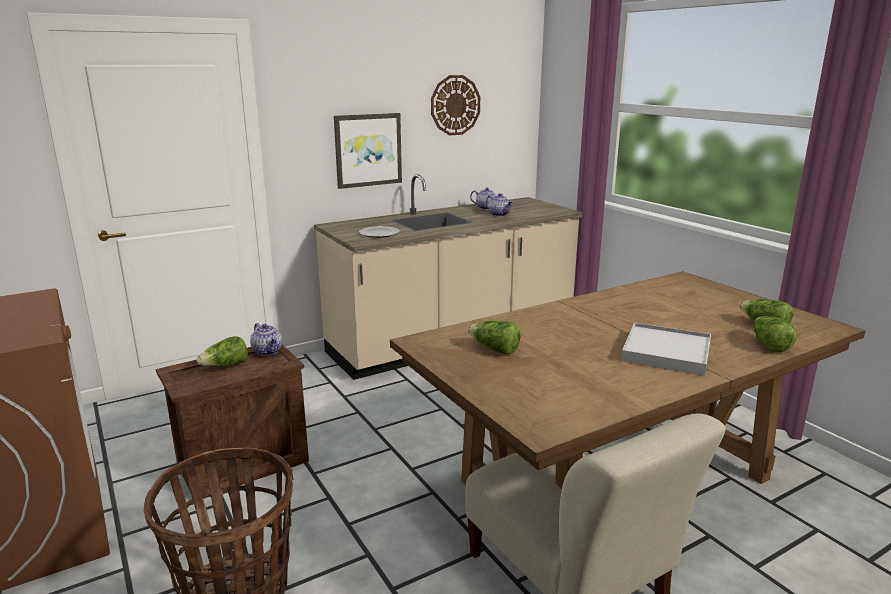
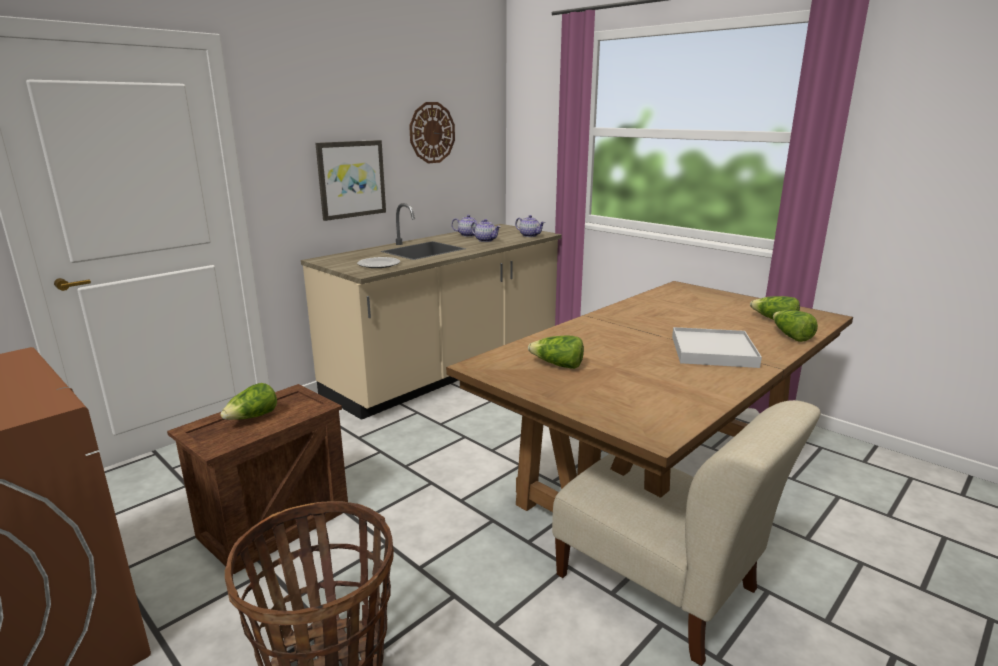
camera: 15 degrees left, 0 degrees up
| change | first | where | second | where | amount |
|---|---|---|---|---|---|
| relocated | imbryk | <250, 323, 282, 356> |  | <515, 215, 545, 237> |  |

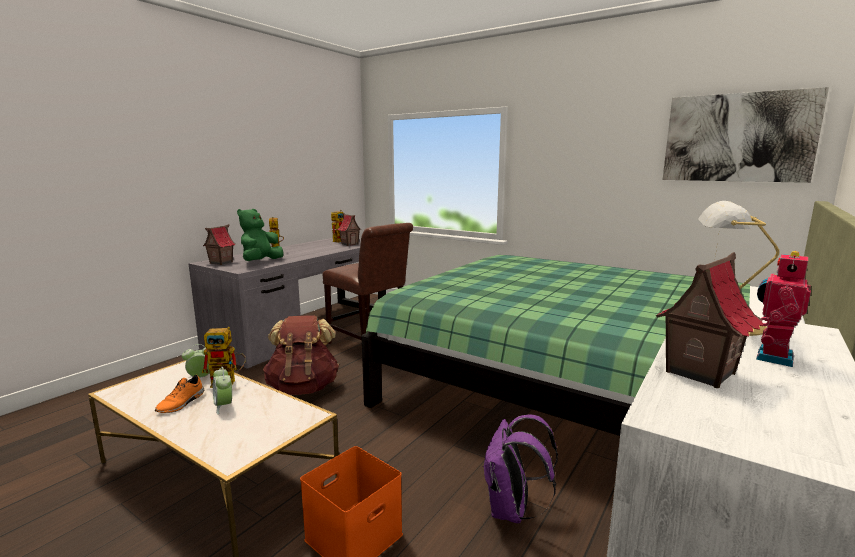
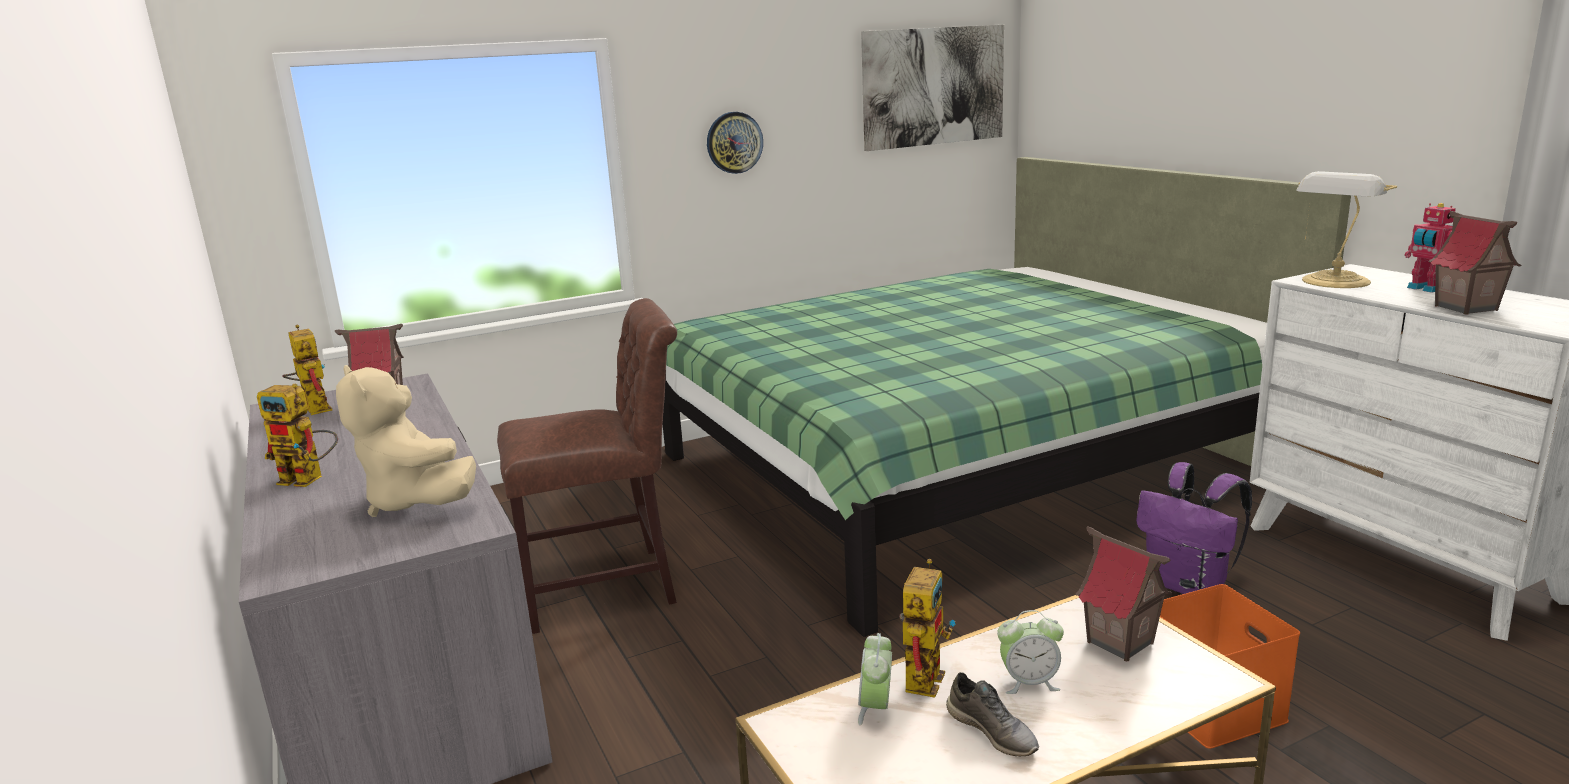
camera: 60 degrees left, 5 degrees up
| change | first | where | second | where | amount |
|---|---|---|---|---|---|
| colour | pluszak/zielony | <237, 209, 284, 261> | pluszak/beżowy | <336, 365, 476, 517> |  |
| appeared |  |  | zegar ścienny | <707, 112, 763, 174> |  |
| colour | but/pomarańczowy | <155, 375, 204, 413> | but/szary | <946, 672, 1039, 756> |  |
| relocated | domek | <203, 224, 236, 265> |  | <1075, 526, 1172, 661> |  |
| missing | plecak/brązowy | <263, 315, 339, 395> |  |  |  |

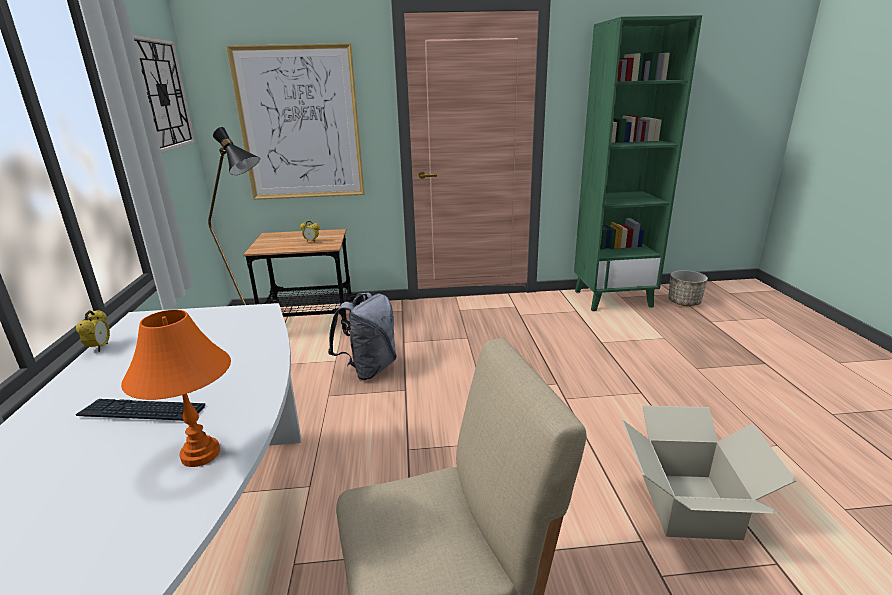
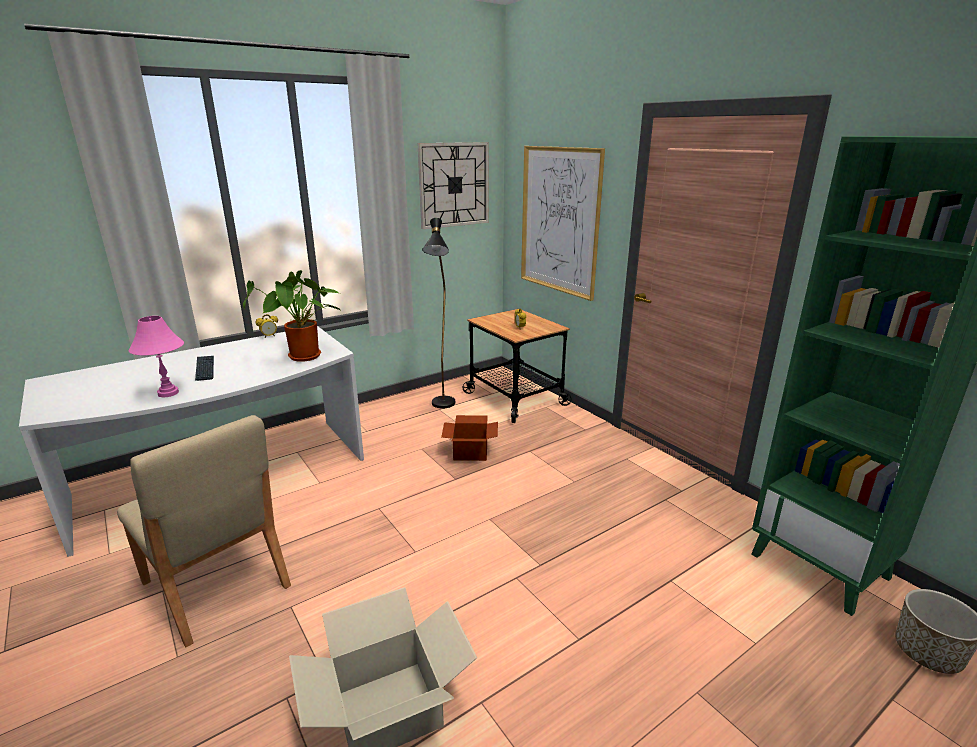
camera: 60 degrees right, 0 degrees up
| change | first | where | second | where | amount |
|---|---|---|---|---|---|
| colour | lampa stołowa/pomarańczowy | <121, 310, 231, 467> | lampa stołowa/różowy | <129, 316, 184, 397> |  |
| appeared |  |  | roślina doniczkowa | <243, 270, 340, 362> |  |
| exchanged | plecak/szary | <328, 292, 397, 380> | karton | <441, 415, 498, 461> |  |

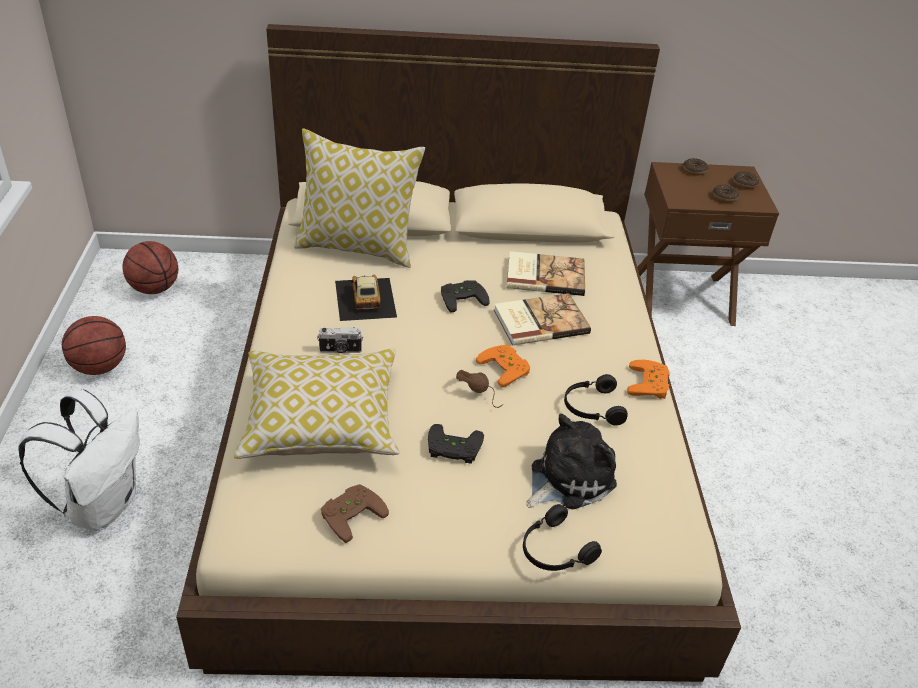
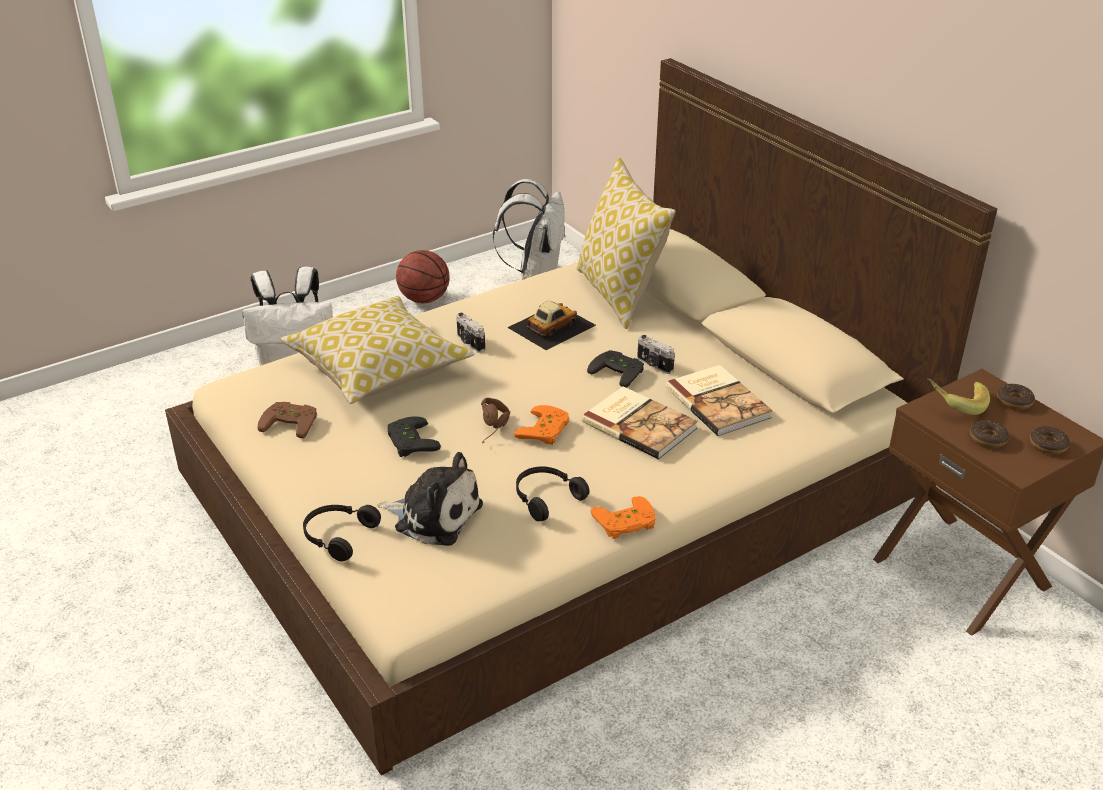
camera: 60 degrees right, 5 degrees down
| change | first | where | second | where | amount |
|---|---|---|---|---|---|
| exchanged | piłka do koszykówki | <122, 241, 178, 294> | plecak/biały | <493, 179, 566, 280> |  |
| appeared |  |  | aparat fotograficzny | <637, 335, 675, 374> |  |
| appeared |  |  | banan | <928, 378, 990, 415> |  |

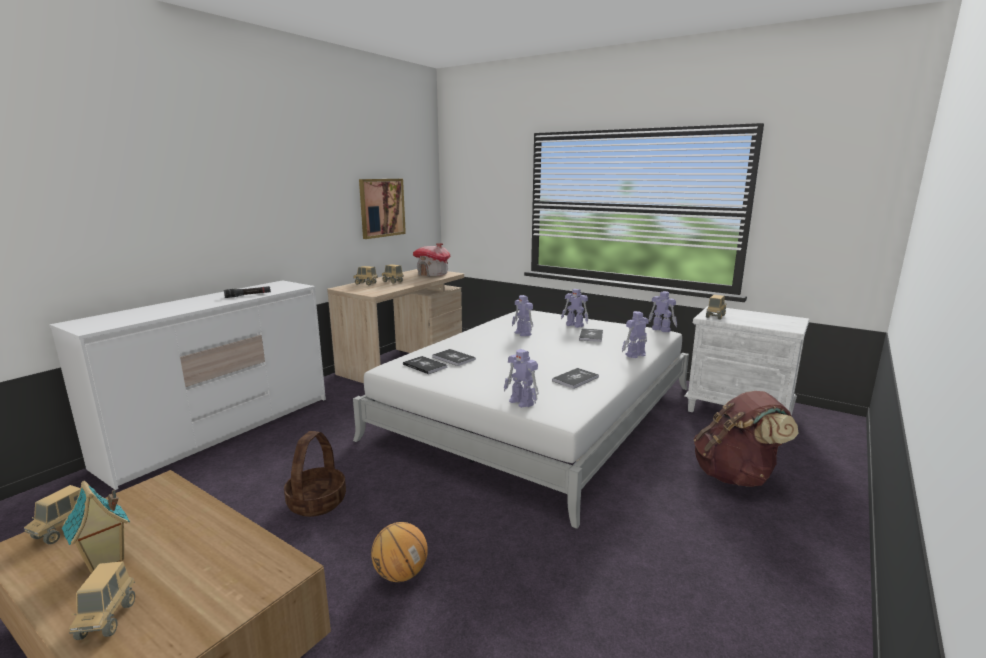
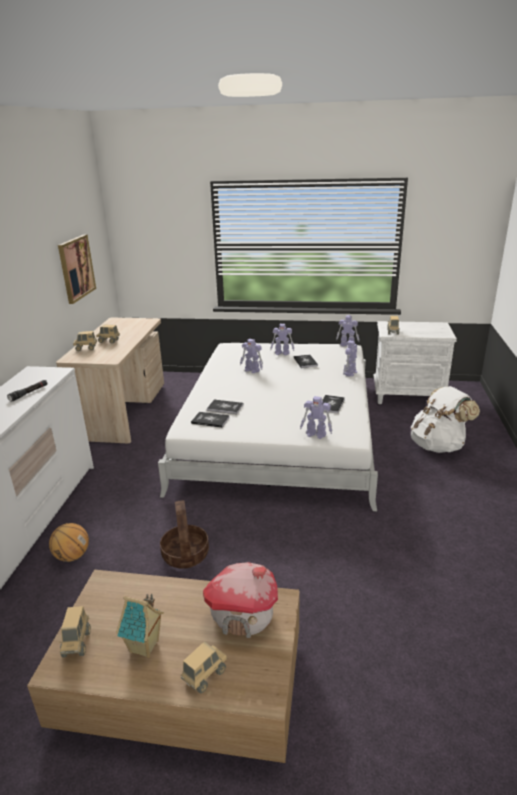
camera: 25 degrees left, 10 degrees up
| change | first | where | second | where | amount |
|---|---|---|---|---|---|
| relocated | piłka do koszykówki | <371, 522, 428, 582> |  | <49, 523, 89, 562> |  |
| spun | ciężarówka zabawkowa | <69, 561, 135, 640> |  | <181, 641, 227, 693> | 105 degrees counterclockwise |
| relocated | domek | <413, 243, 450, 277> |  | <203, 562, 278, 638> |  |
| colour | plecak/brązowy | <694, 391, 799, 487> | plecak/biały | <411, 386, 480, 453> |  |

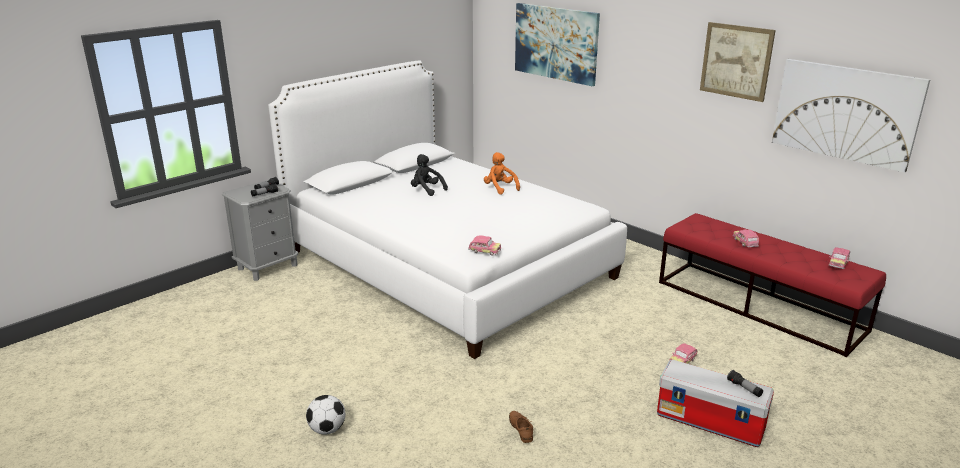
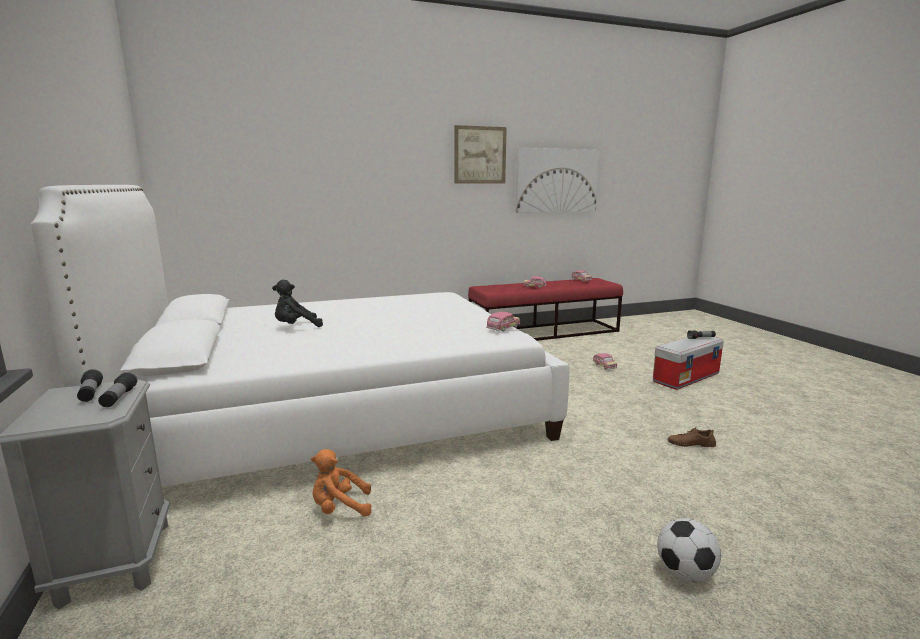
camera: 65 degrees left, 10 degrees down
| change | first | where | second | where | amount |
|---|---|---|---|---|---|
| relocated | pluszak/pomarańczowy | <484, 152, 520, 195> |  | <311, 449, 371, 517> |  |
| missing | obraz | <515, 3, 600, 86> |  |  |  |

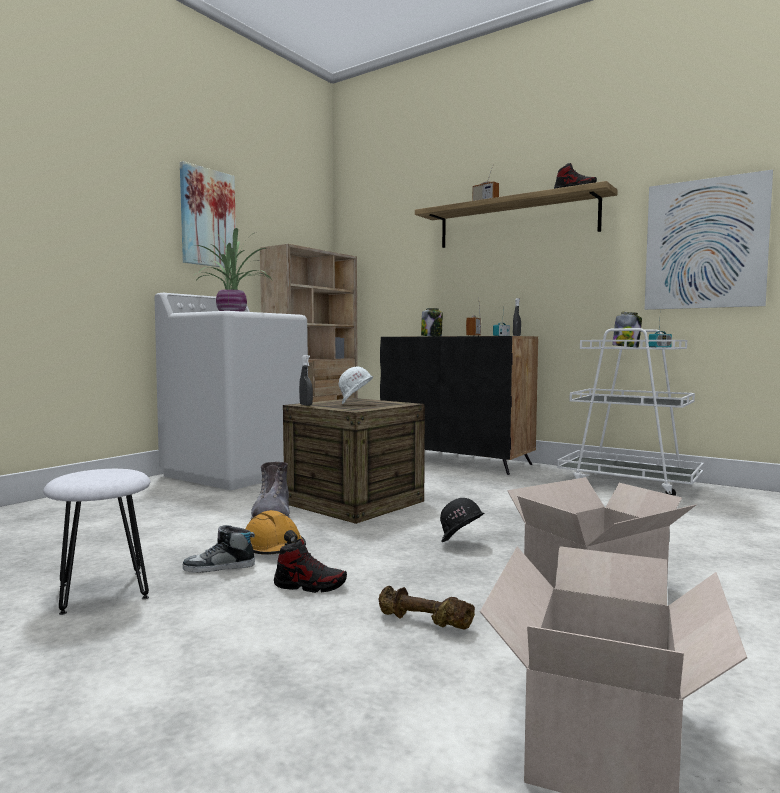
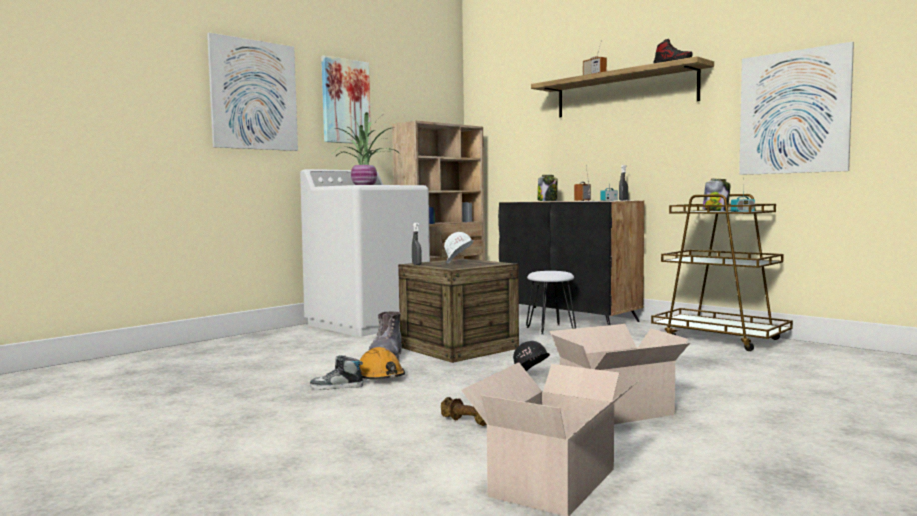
camera: 10 degrees right, 0 degrees up
| change | first | where | second | where | amount |
|---|---|---|---|---|---|
| appeared |  |  | obraz | <207, 33, 298, 151> |  |
| relocated | stołek/biały | <43, 469, 151, 615> |  | <526, 271, 576, 335> |  |
| colour | wózek/biały | <557, 328, 704, 496> | wózek/brązowy | <651, 194, 793, 351> |  |
| missing | but | <274, 539, 347, 593> |  |  |  |

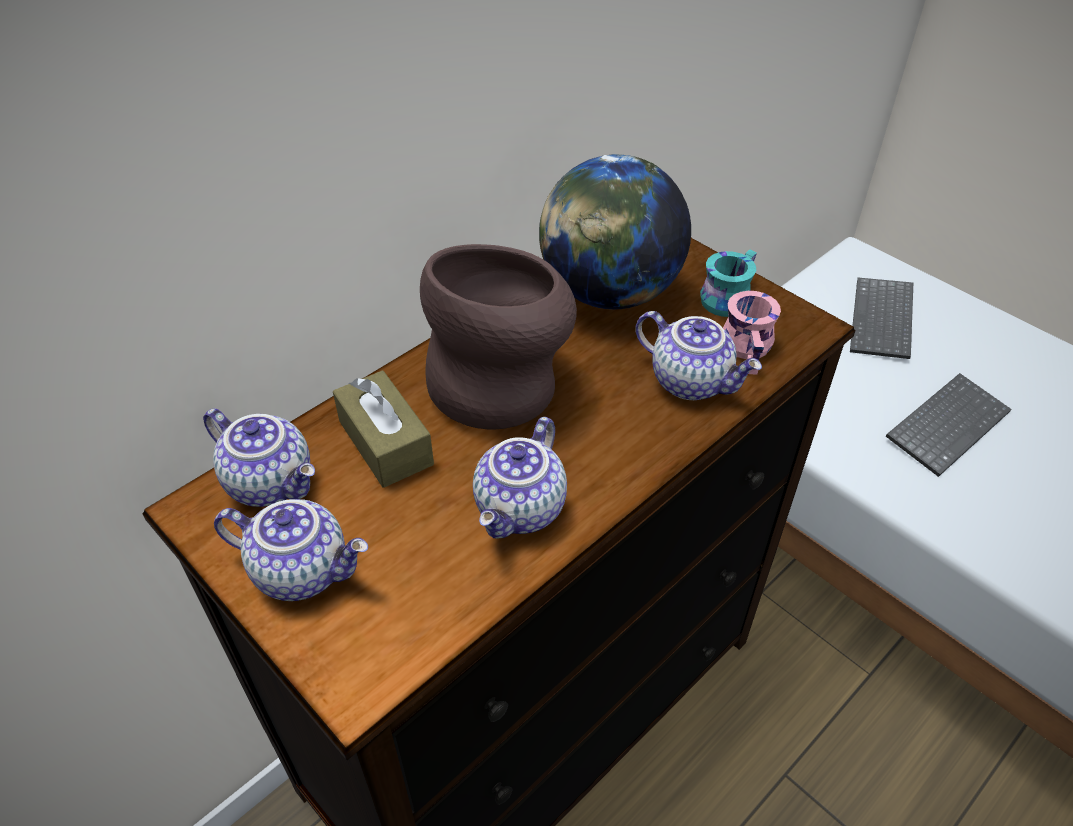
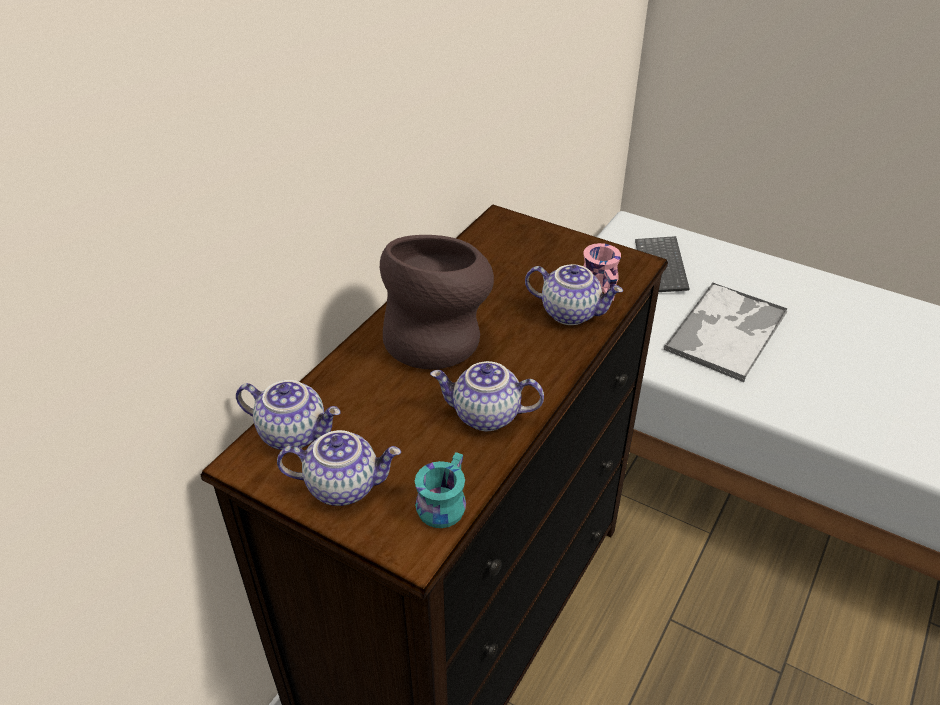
camera: 15 degrees left, 5 degrees down
| change | first | where | second | where | amount |
|---|---|---|---|---|---|
| relocated | kubek/turkusowy | <700, 249, 757, 317> |  | <415, 452, 466, 528> |  |
| spun | imbryk | <473, 417, 567, 538> |  | <430, 361, 544, 431> | 90 degrees clockwise |
| exchanged | klawiatura | <886, 373, 1012, 477> | taca | <663, 282, 788, 382> |  |
| missing | pudełko chusteczek/brązowy | <333, 370, 434, 488> |  |  |  |
| missing | globus | <539, 154, 691, 310> |  |  |  |

